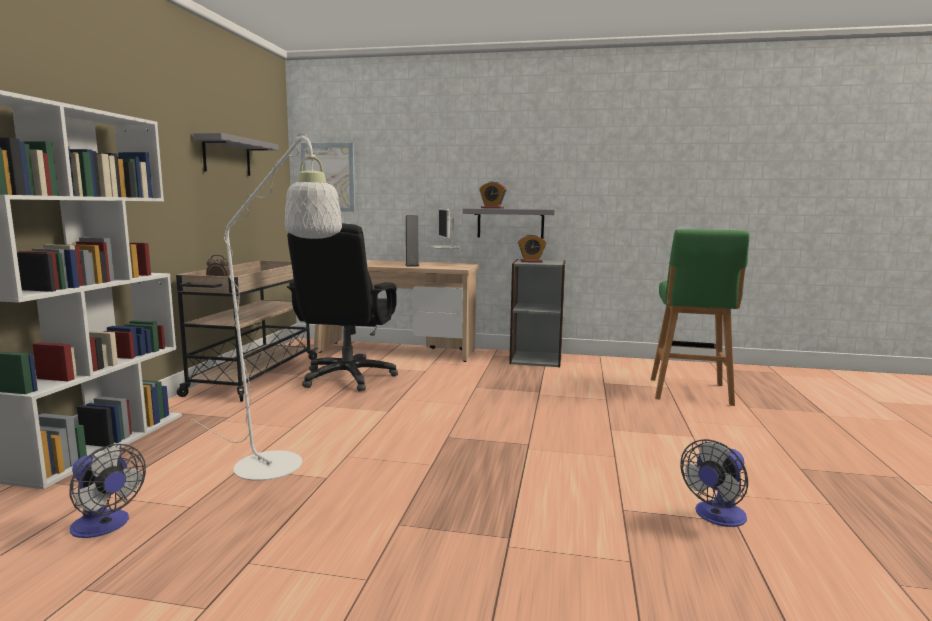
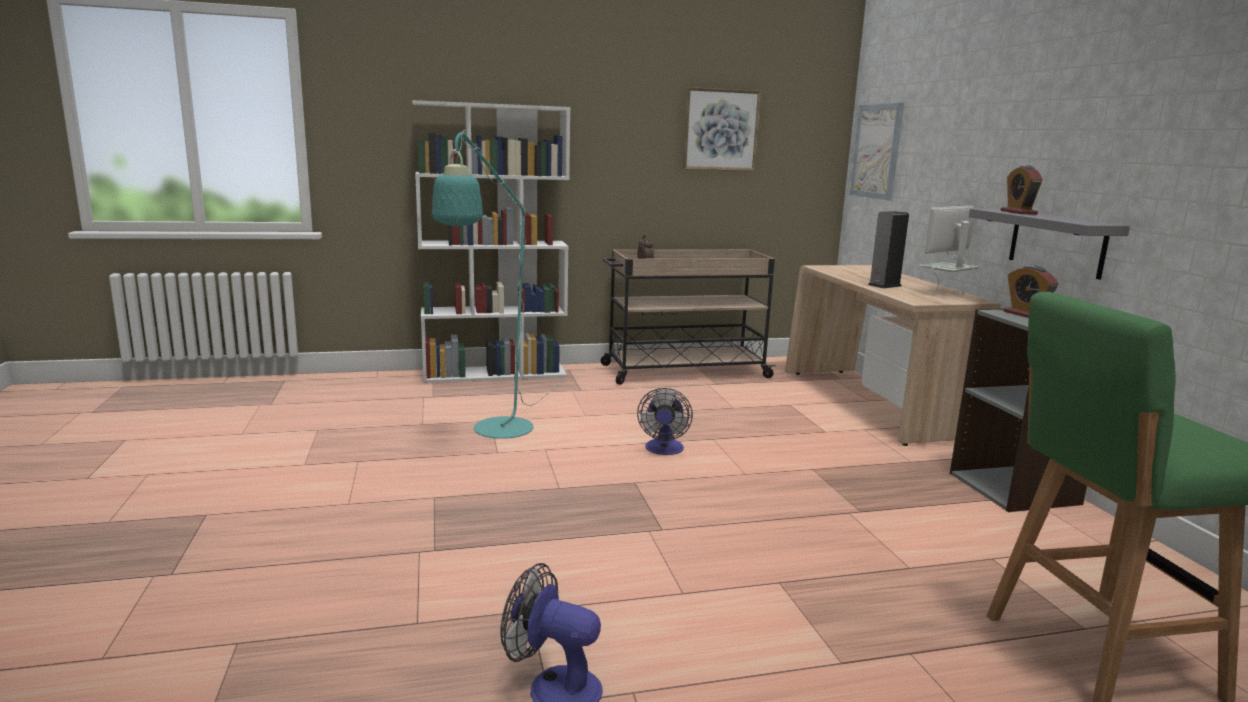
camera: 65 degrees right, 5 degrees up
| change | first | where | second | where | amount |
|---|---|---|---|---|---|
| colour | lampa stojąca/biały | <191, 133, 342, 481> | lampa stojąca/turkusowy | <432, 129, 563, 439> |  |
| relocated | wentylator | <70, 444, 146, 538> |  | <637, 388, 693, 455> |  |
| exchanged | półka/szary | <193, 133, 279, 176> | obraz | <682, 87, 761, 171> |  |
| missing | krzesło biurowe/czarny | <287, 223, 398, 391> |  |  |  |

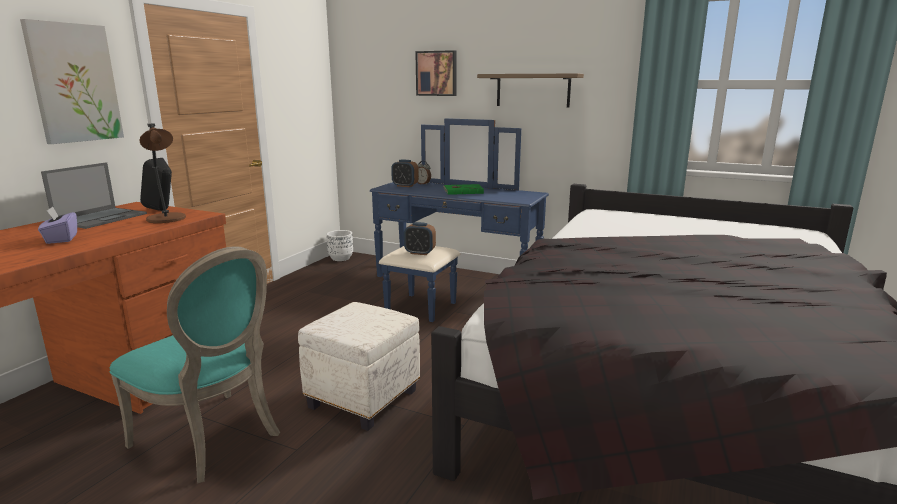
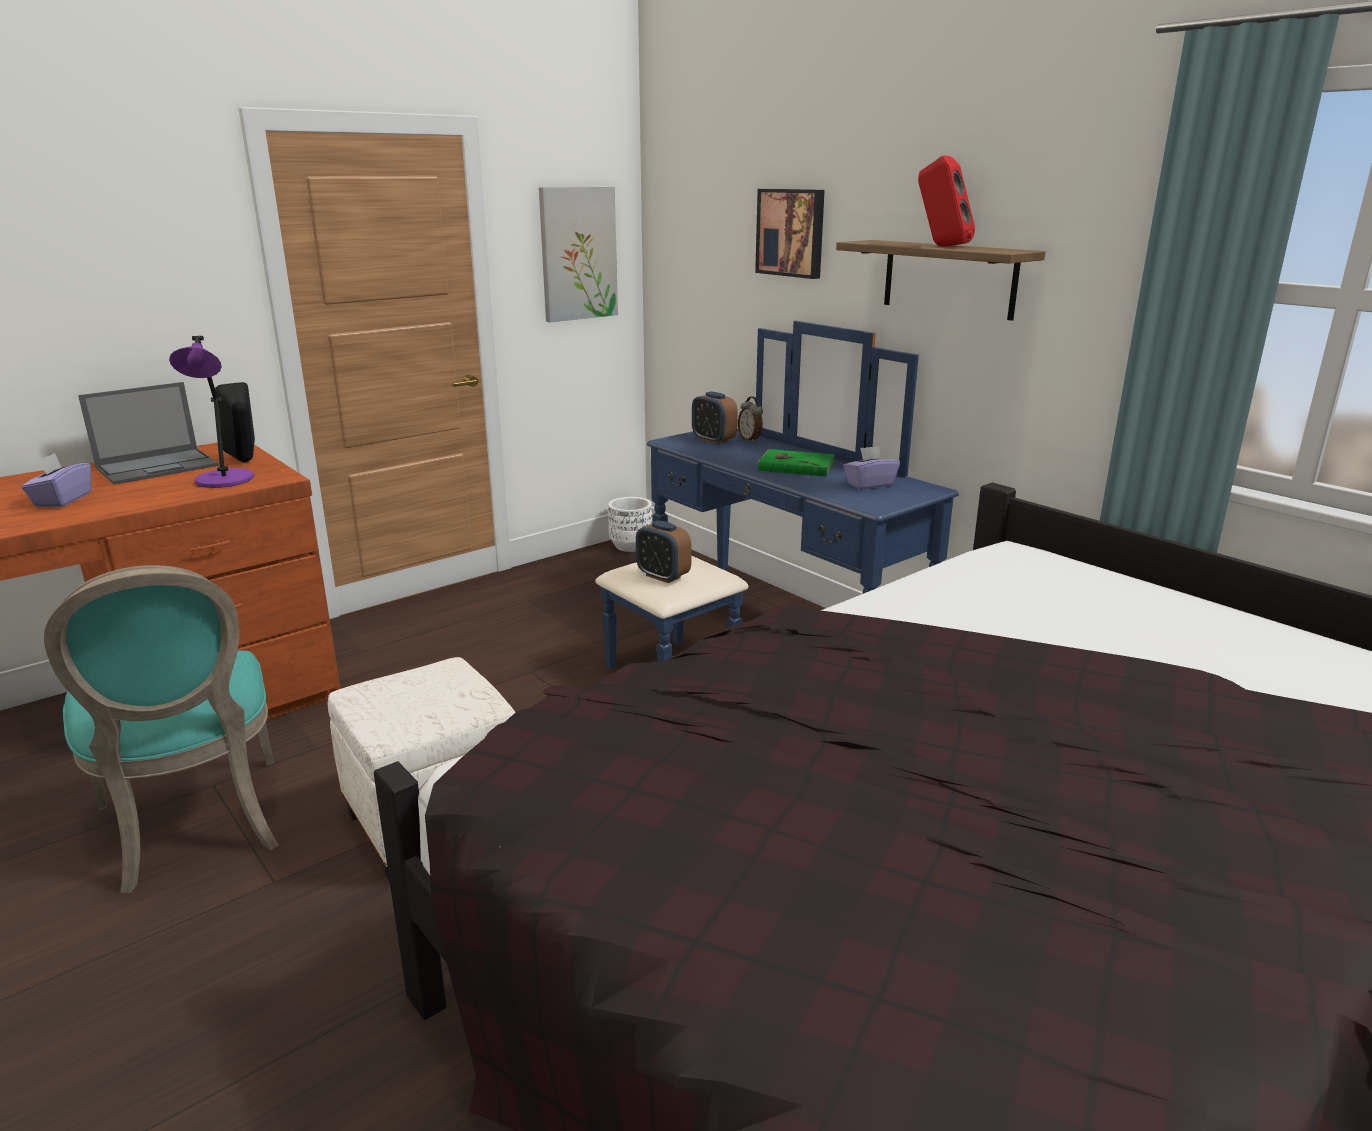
camera: 25 degrees right, 5 degrees up
| change | first | where | second | where | amount |
|---|---|---|---|---|---|
| colour | lampa stołowa/brązowy | <139, 123, 186, 223> | lampa stołowa/fioletowy | <169, 336, 254, 488> |  |
| relocated | obraz | <20, 19, 124, 144> |  | <539, 187, 618, 322> |  |
| appeared |  |  | pudełko chusteczek/fioletowy | <843, 446, 900, 490> |  |
| appeared |  |  | głośnik/czerwony | <918, 155, 975, 247> |  |

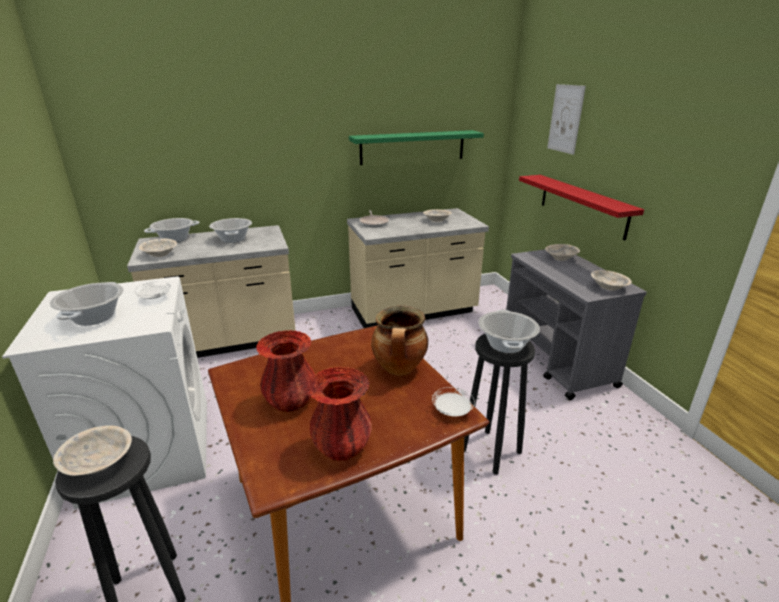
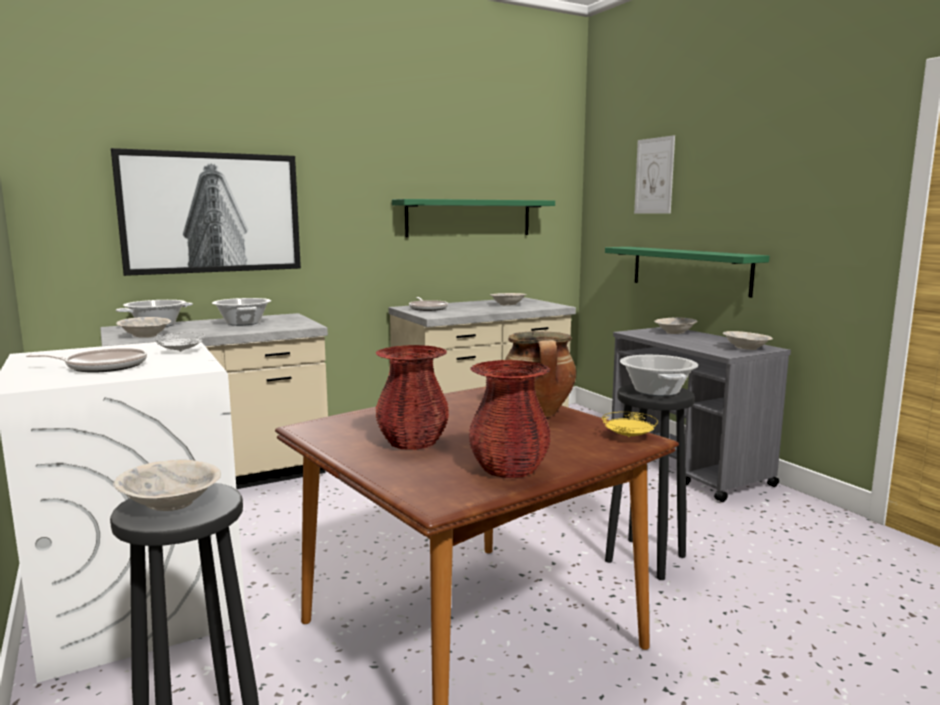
camera: 10 degrees left, 15 degrees down
| change | first | where | second | where | amount |
|---|---|---|---|---|---|
| exchanged | garnek | <50, 282, 123, 326> | patelnia | <26, 348, 147, 373> |  |
| appeared |  |  | obraz | <111, 148, 301, 276> |  |
| colour | talerz/biały | <432, 387, 475, 416> | talerz/żółty | <602, 412, 658, 437> |  |
| colour | półka/czerwony | <519, 175, 644, 241> | półka/zielony | <605, 247, 770, 298> |  |

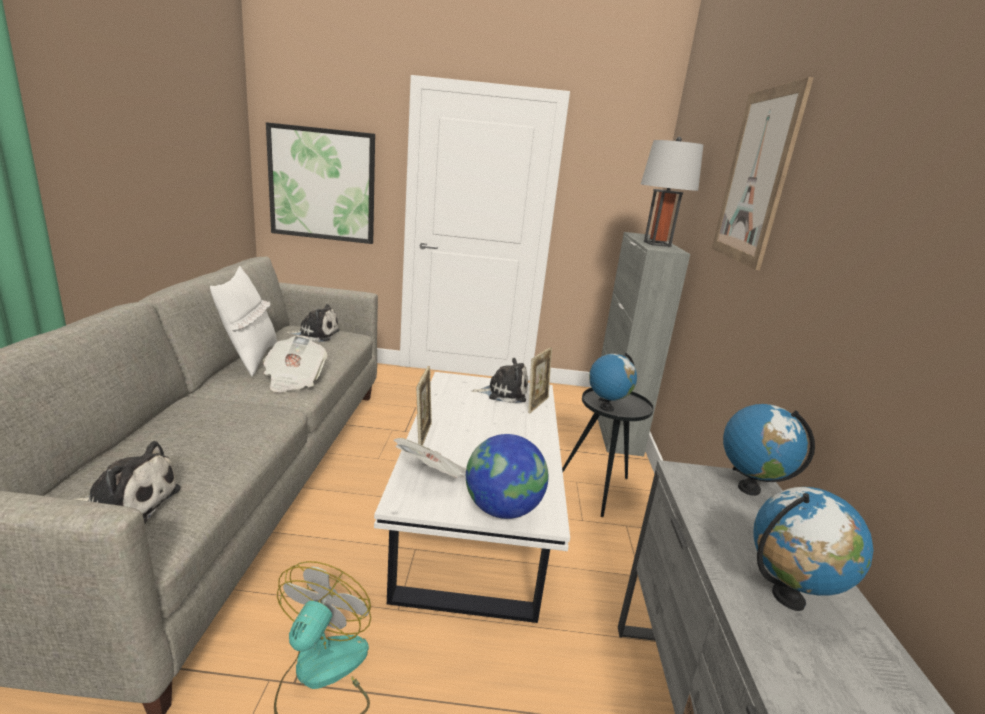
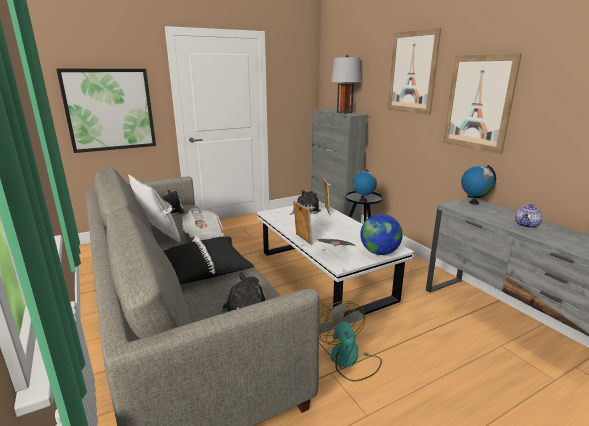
camera: 30 degrees left, 0 degrees up
| change | first | where | second | where | amount |
|---|---|---|---|---|---|
| appeared |  |  | poduszka/czarny | <164, 236, 254, 284> |  |
| appeared |  |  | obraz | <443, 53, 522, 154> |  |
| exchanged | globus | <754, 487, 874, 611> | imbryk | <515, 204, 542, 228> |  |

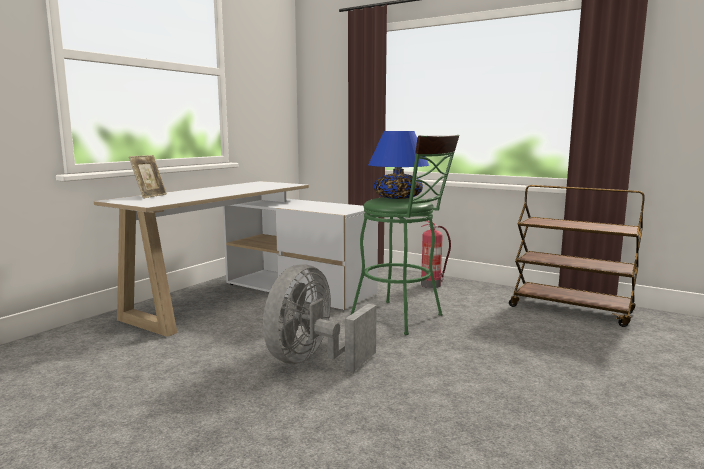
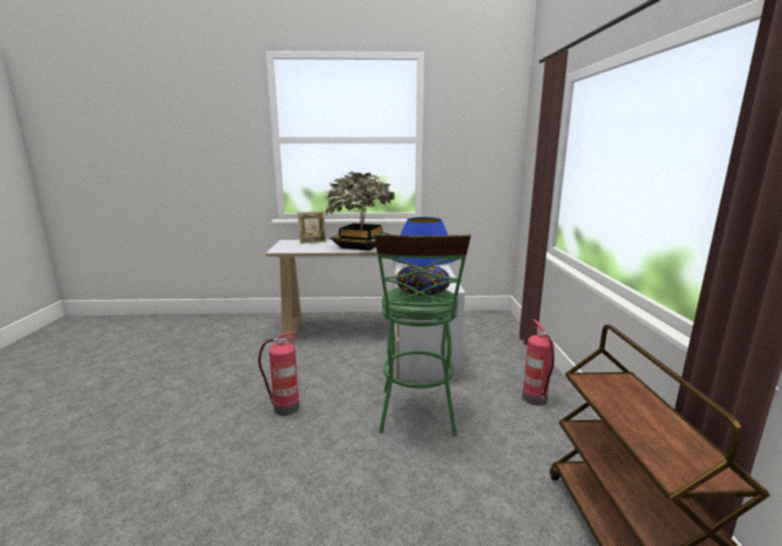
camera: 55 degrees right, 5 degrees up
| change | first | where | second | where | amount |
|---|---|---|---|---|---|
| exchanged | wentylator/szary | <263, 264, 377, 372> | gaśnica | <258, 331, 300, 416> |  |
| appeared |  |  | roślina doniczkowa | <325, 170, 395, 251> |  |

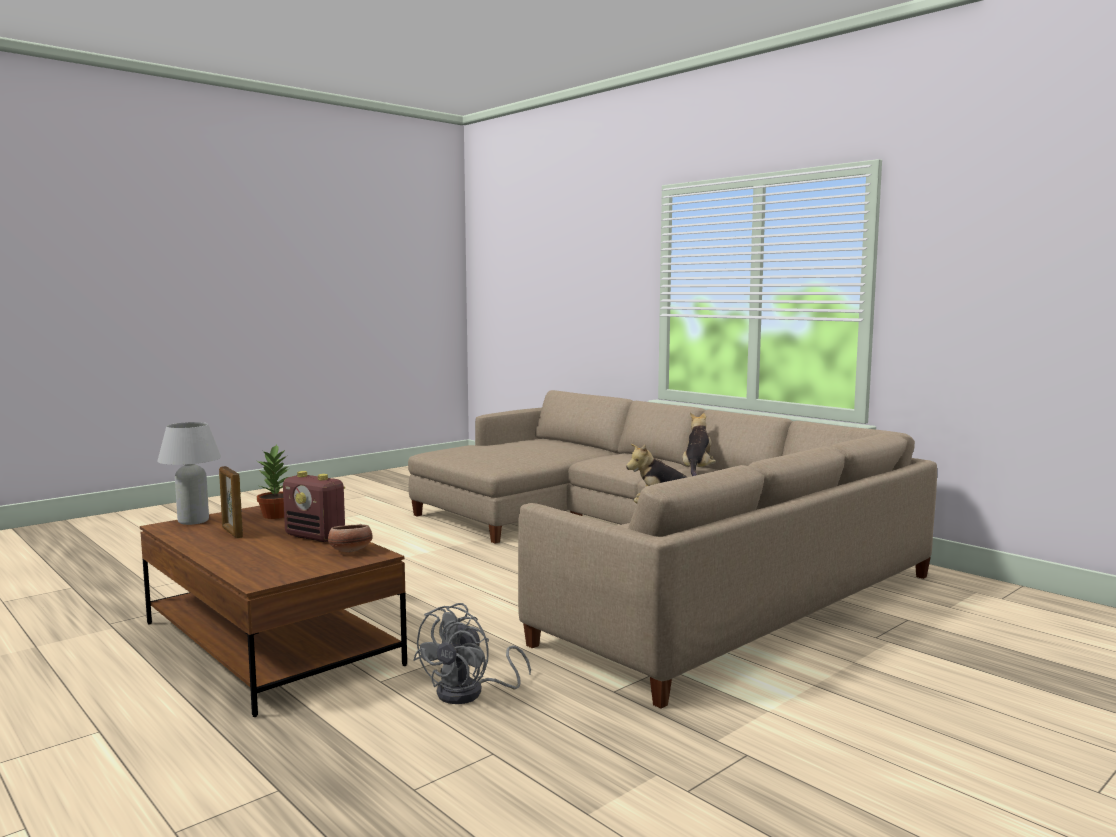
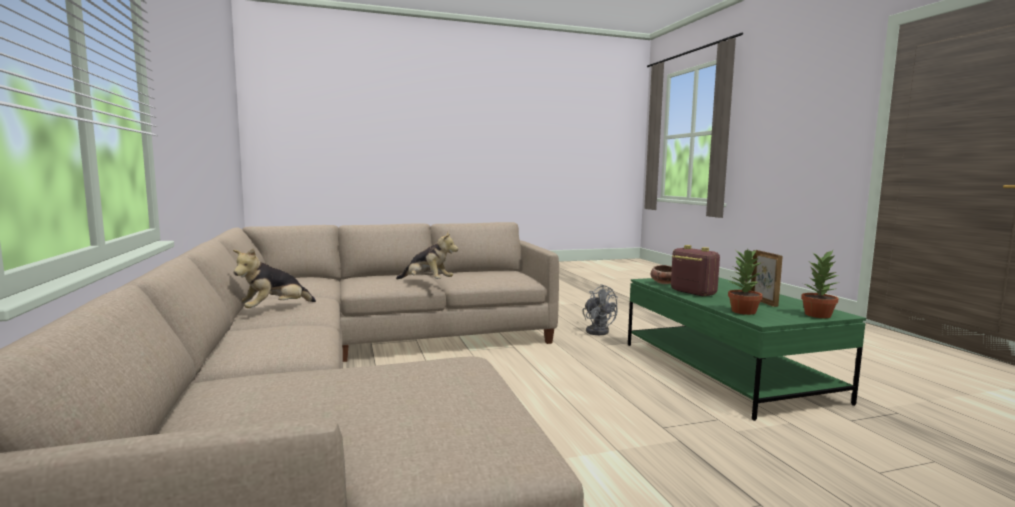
camera: 155 degrees left, 0 degrees up
| change | first | where | second | where | amount |
|---|---|---|---|---|---|
| spun | wentylator/szary | <413, 603, 531, 704> |  | <582, 284, 618, 335> | 90 degrees clockwise |
| colour | ława/brązowy | <140, 506, 407, 717> | ława/zielony | <628, 277, 866, 421> |  |
| exchanged | lampa stołowa/biały | <157, 422, 221, 525> | roślina doniczkowa | <801, 250, 840, 318> |  |

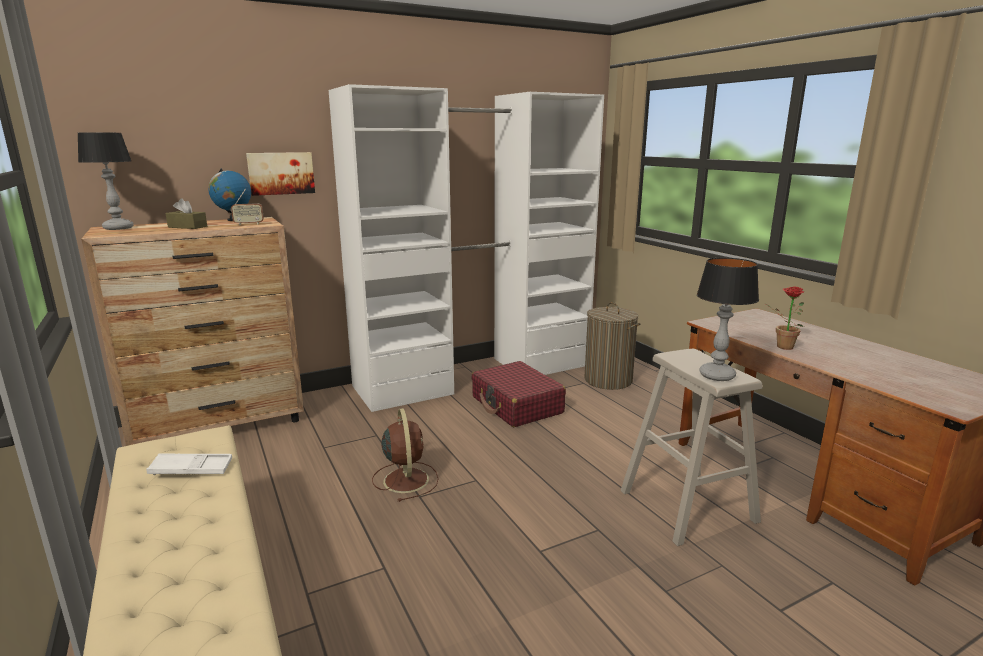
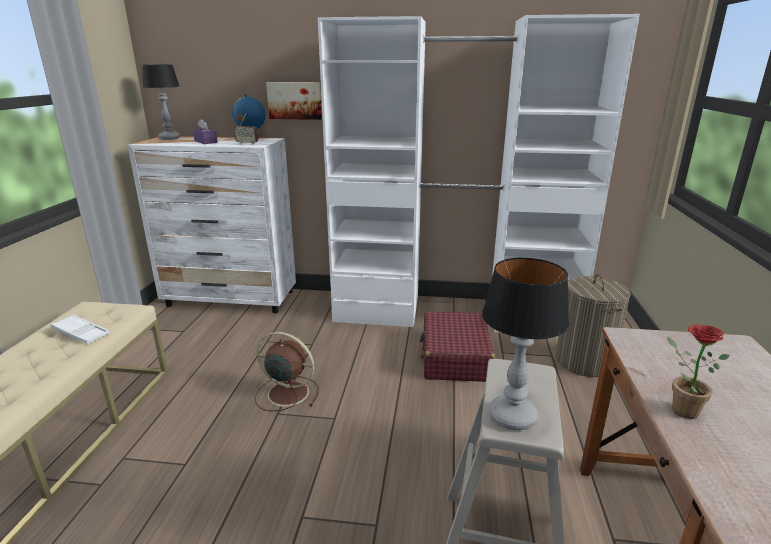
camera: 35 degrees right, 5 degrees up
| change | first | where | second | where | amount |
|---|---|---|---|---|---|
| colour | komoda/brązowy | <81, 217, 304, 446> | komoda/biały | <127, 136, 296, 313> |  |
| colour | pudełko chusteczek/brązowy | <166, 199, 207, 229> | pudełko chusteczek/fioletowy | <193, 119, 218, 144> |  |
| spun | wentylator/brązowy | <372, 408, 439, 502> |  | <255, 332, 319, 411> | 90 degrees counterclockwise |

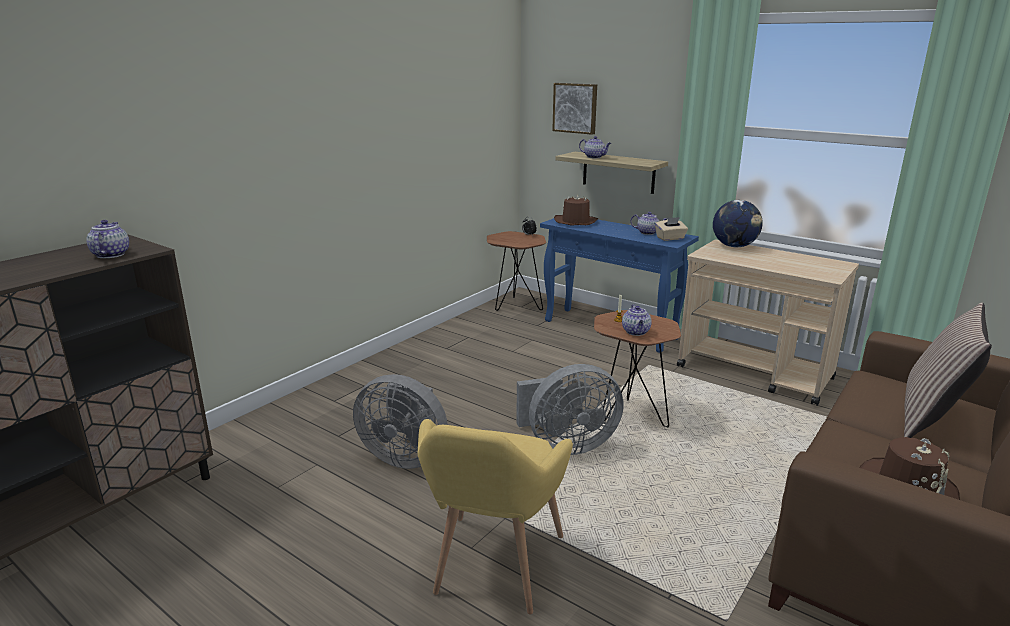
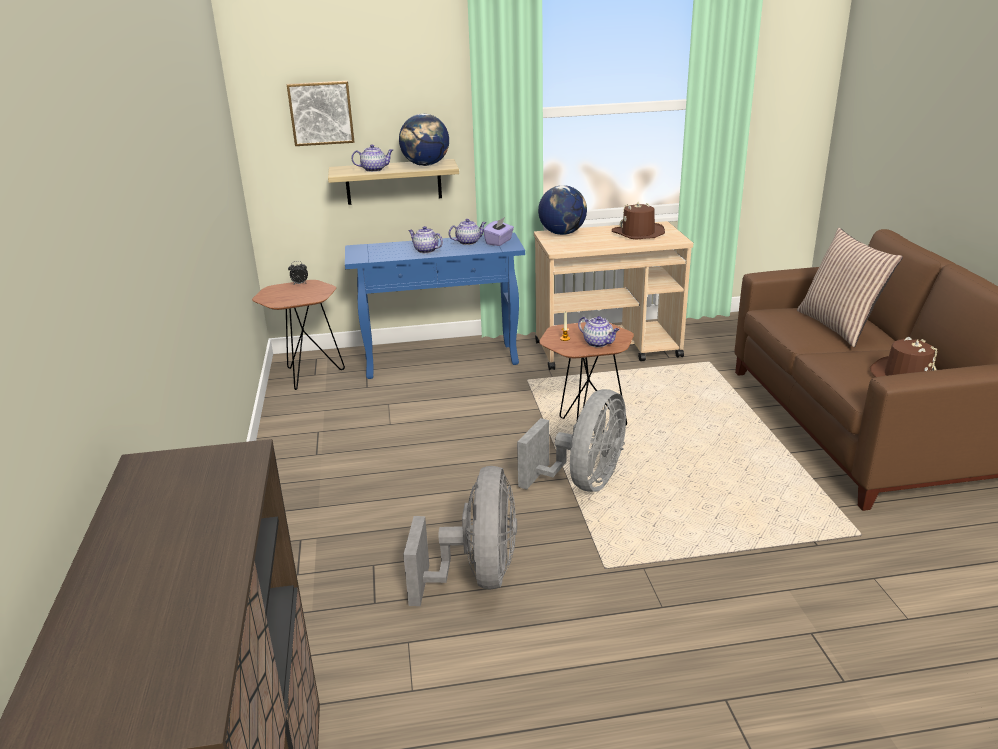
camera: 45 degrees left, 5 degrees up
| change | first | where | second | where | amount |
|---|---|---|---|---|---|
| appeared |  |  | globus | <399, 114, 449, 166> |  |
| spun | wentylator/szary | <353, 374, 448, 469> |  | <403, 466, 517, 606> | 60 degrees counterclockwise |
| relocated | imbryk | <86, 220, 129, 258> |  | <408, 226, 443, 253> |  |
| colour | pudełko chusteczek/beżowy | <655, 217, 688, 241> | pudełko chusteczek/fioletowy | <483, 217, 514, 246> |  |
| relocated | kapelusz/brązowy | <554, 194, 598, 226> |  | <612, 201, 665, 240> |  |
| missing | fotel/żółty | <418, 419, 573, 614> |  |  |  |

